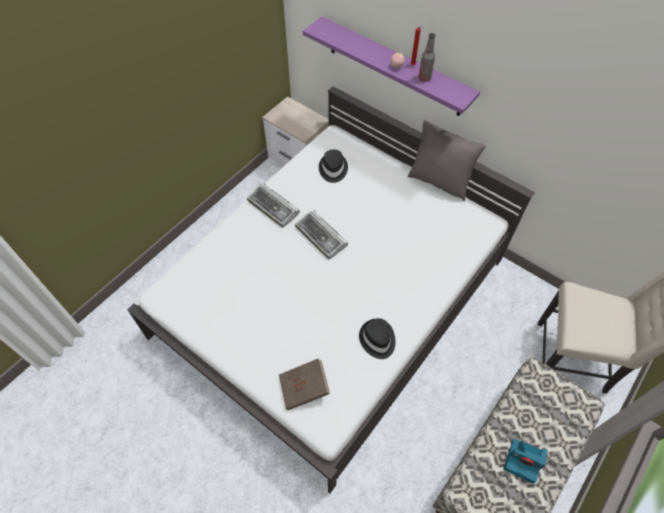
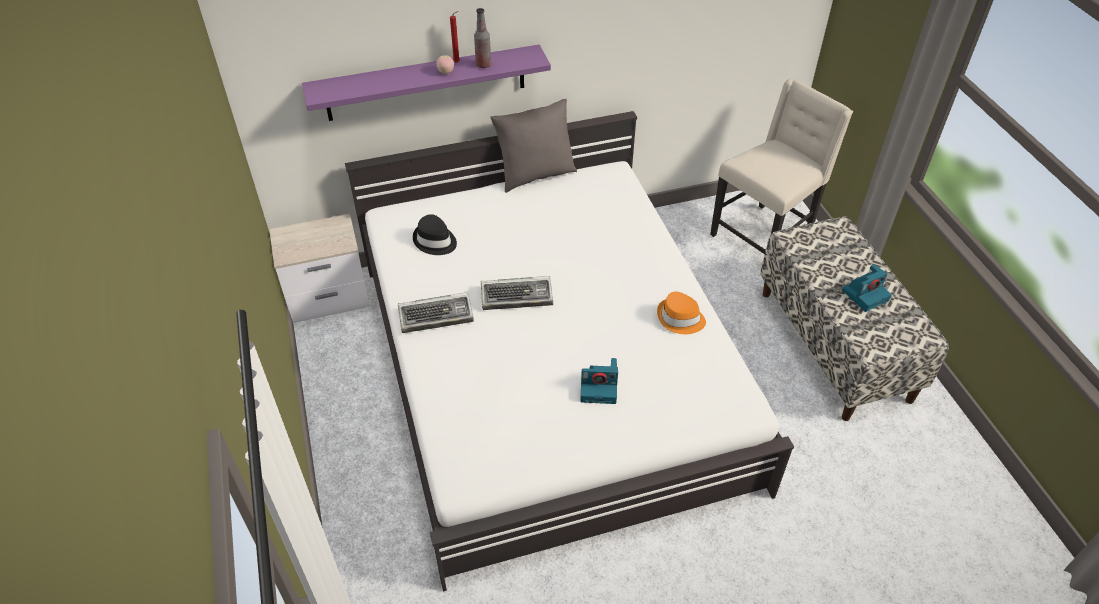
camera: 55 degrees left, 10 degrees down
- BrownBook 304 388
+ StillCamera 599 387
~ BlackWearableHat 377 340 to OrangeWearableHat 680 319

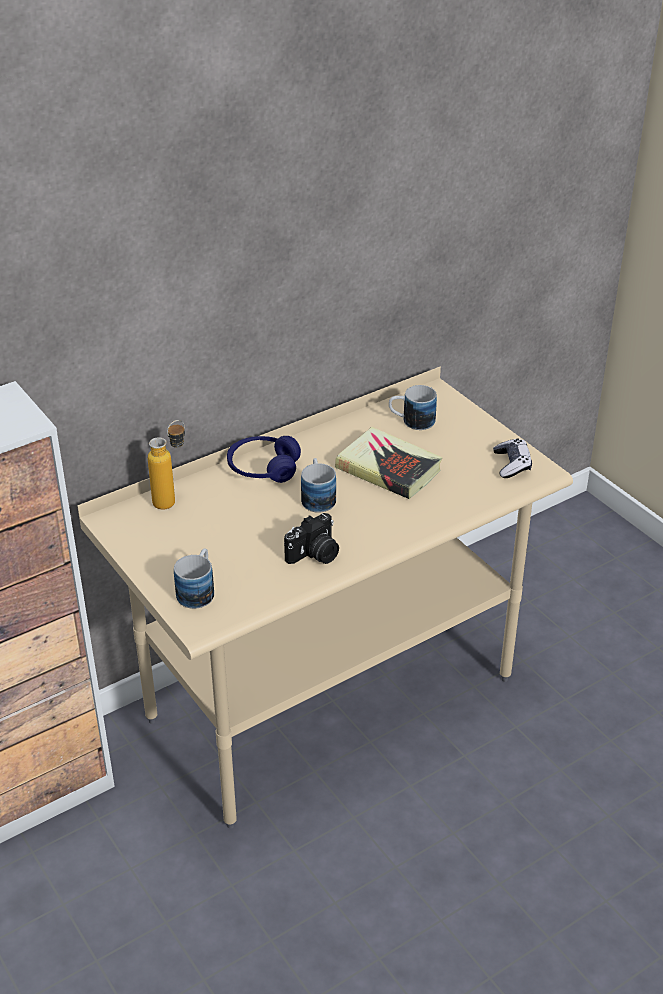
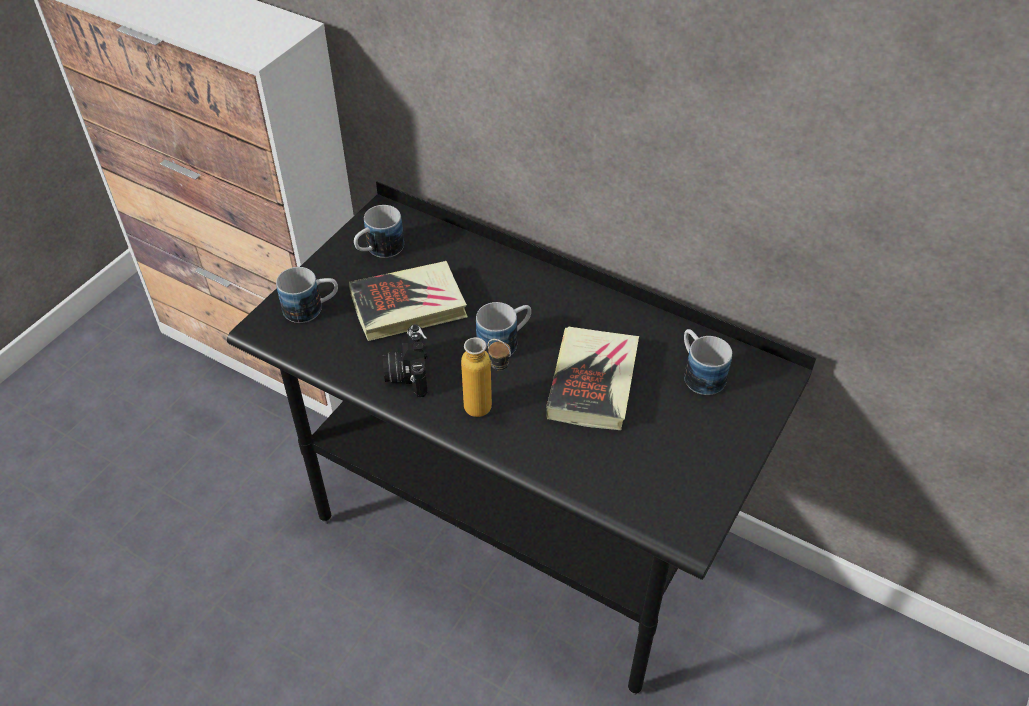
camera: 65 degrees right, 10 degrees up
- BlueColouredHeadphones 263 468
- Gamepad 512 464
+ Book 409 306
+ Mug 379 250
~ DrinkBottle 172 500 to 488 411
~ SandColouredDeskUnit 330 699 to BlackDeskUnit 515 536
~ StillCamera 314 555 = 407 373 60 degrees clockwise

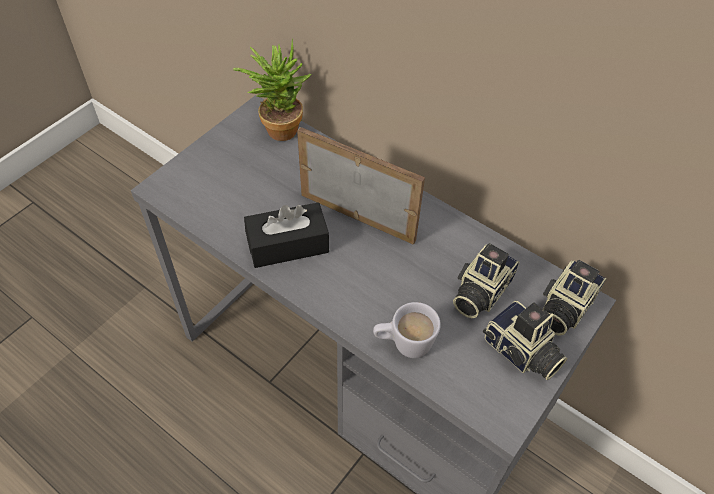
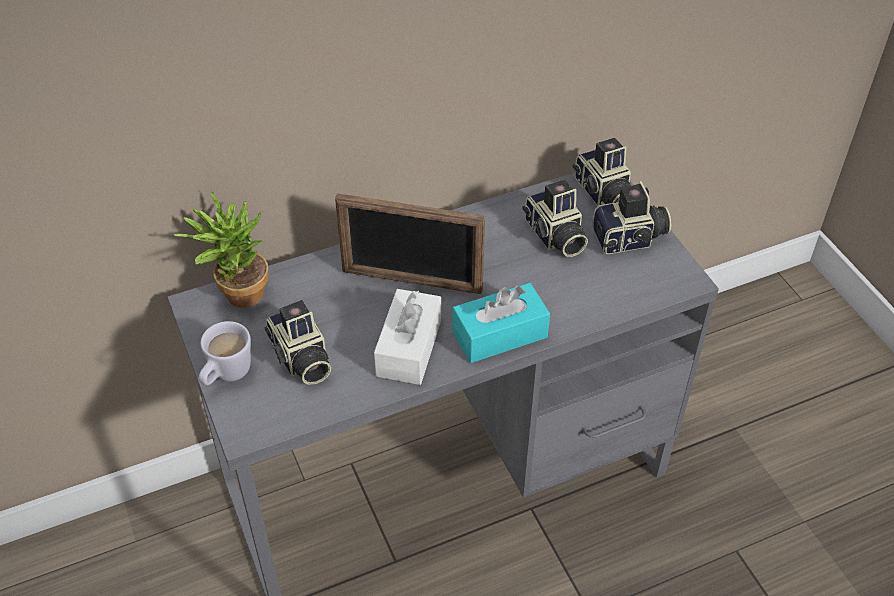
camera: 60 degrees left, 5 degrees down
+ StillCamera 300 359
+ TurquoiseTissueBox 499 334
~ WhitishMug 404 344 to 226 375
~ BlackTissueBox 288 245 to WhitishTissueBox 409 348
~ StandingFrame 357 217 = 411 281 135 degrees counterclockwise

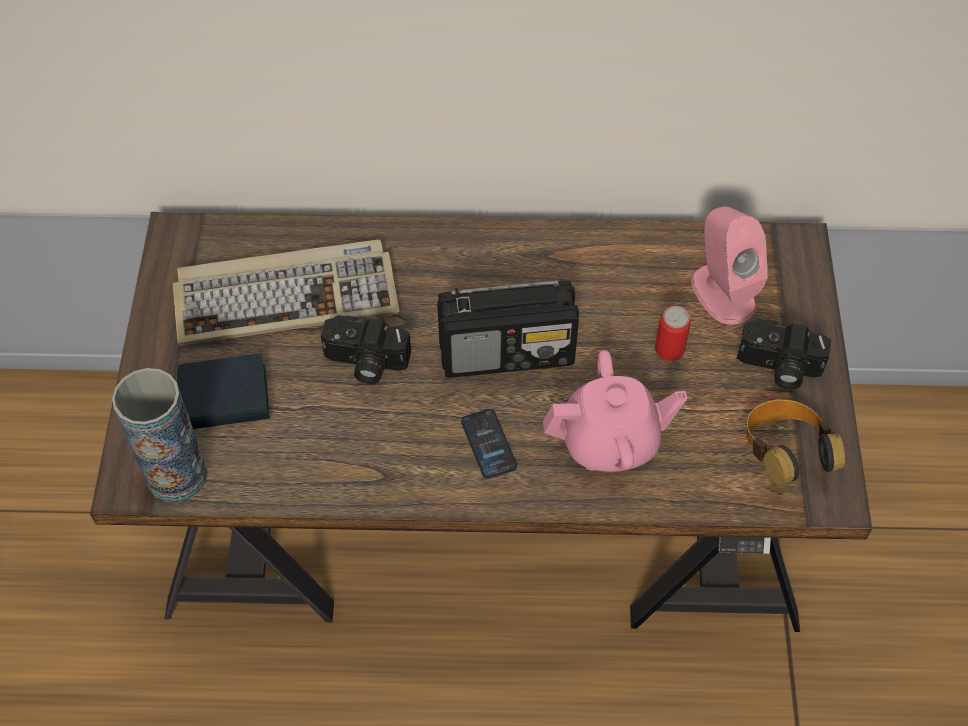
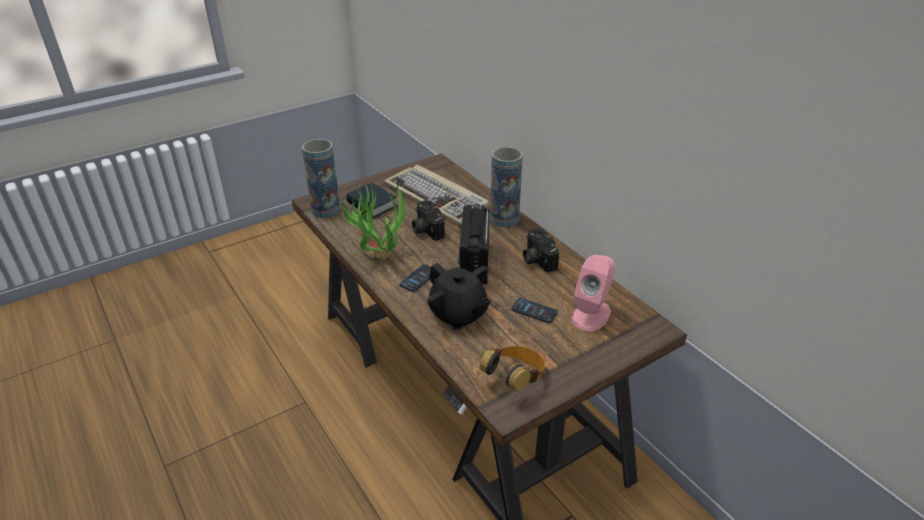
camera: 55 degrees right, 20 degrees down
+ PlantInAPot 378 254
+ FlowerVase 504 219
~ StillCamera 778 367 to 536 259
~ SealedCan 669 349 to Phone 534 311
~ PinkPotForTea 610 441 to BlackPotForTea 458 314
~ Radio 508 353 = 474 263 45 degrees clockwise

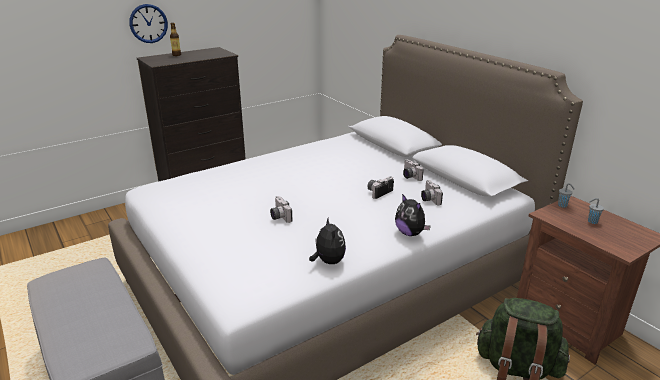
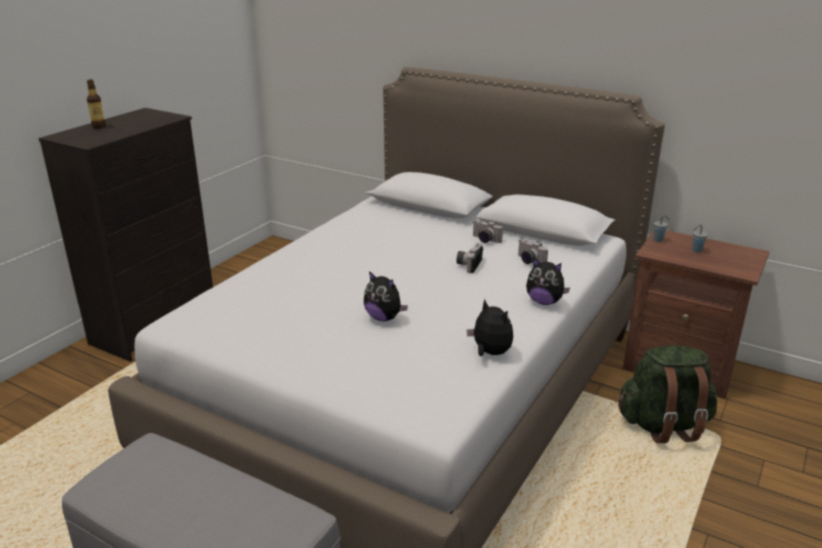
camera: 25 degrees left, 0 degrees up
- ClockOnTheWall 148 23
~ StillCamera 279 216 to PlushToy 384 318

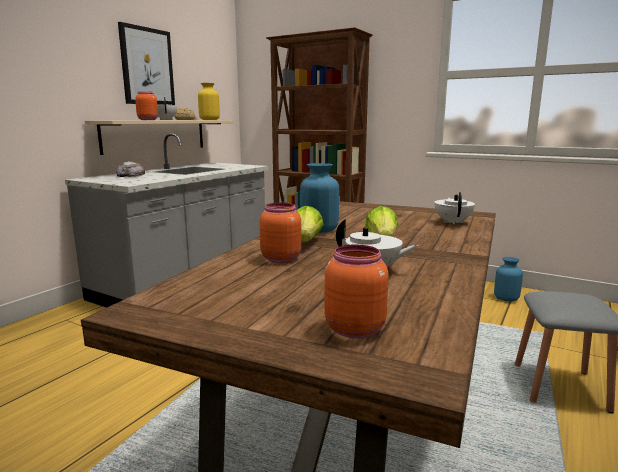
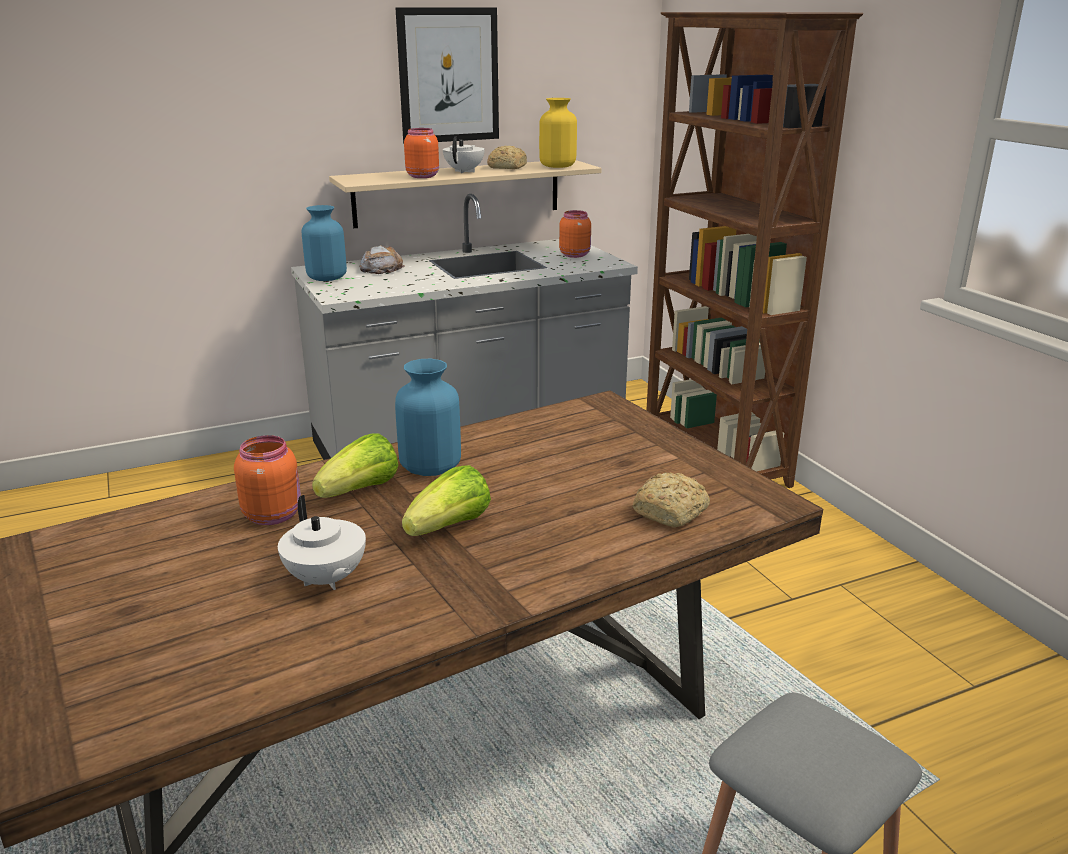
camera: 35 degrees right, 10 degrees up
~ OrangeStorageJar 354 328 to 575 255
~ BlueColouredFlowerVase 506 298 to 327 278
~ WhitishPotForTea 453 222 to BakeryBread 672 511

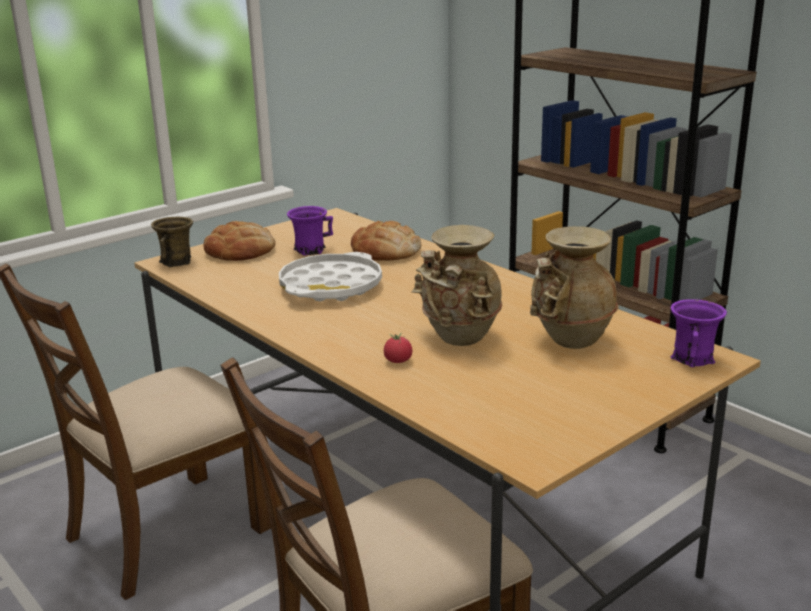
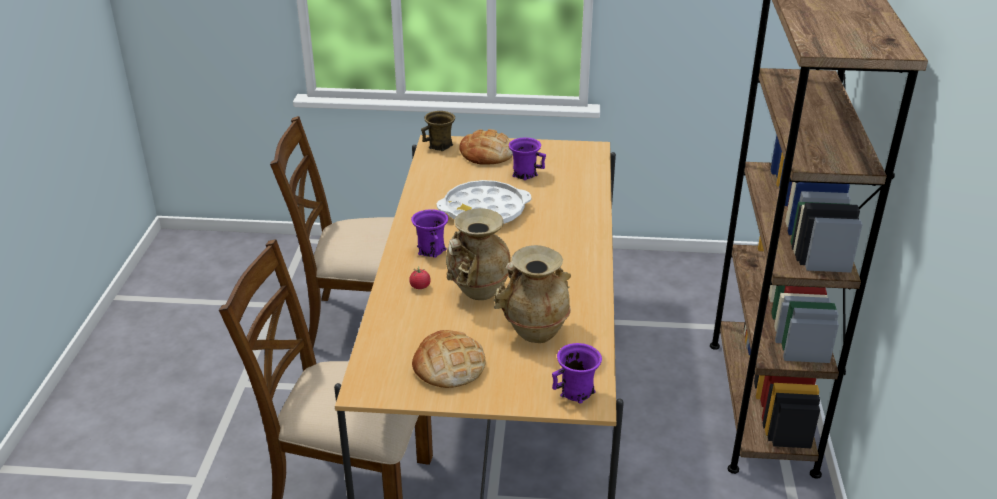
camera: 45 degrees right, 10 degrees up
+ PurpleColouredMug 431 250
~ BakeryBread 386 251 to 448 366

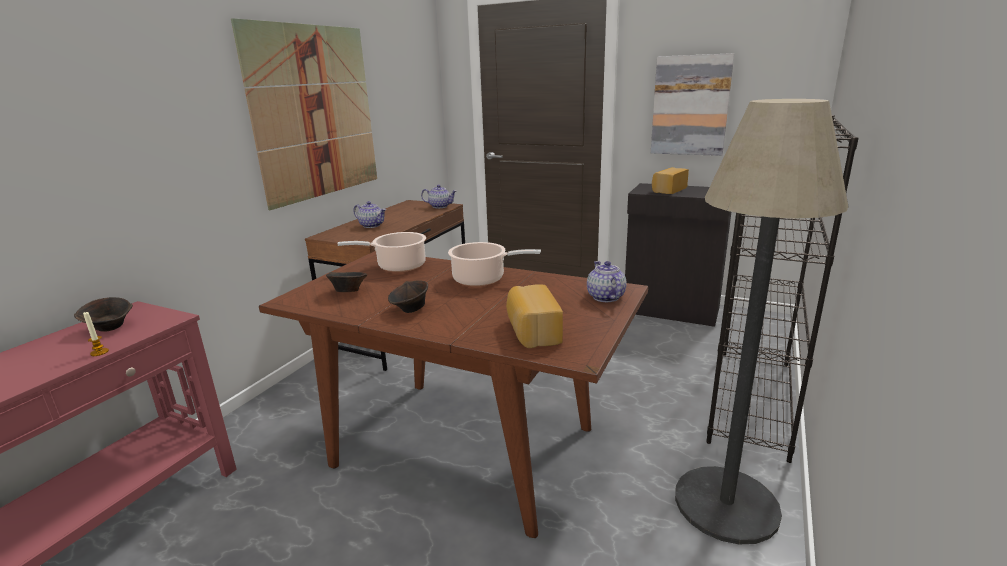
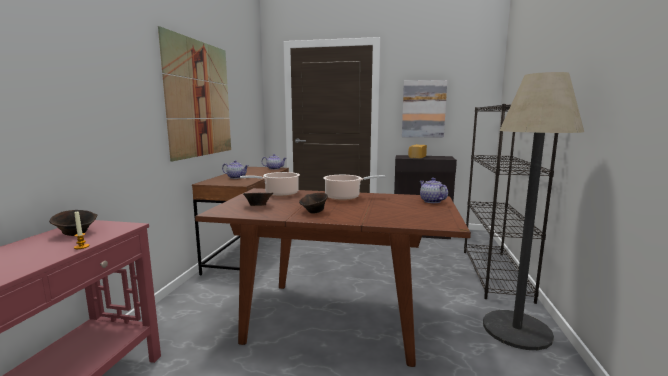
camera: 15 degrees left, 10 degrees down
- BakeryBread 532 331

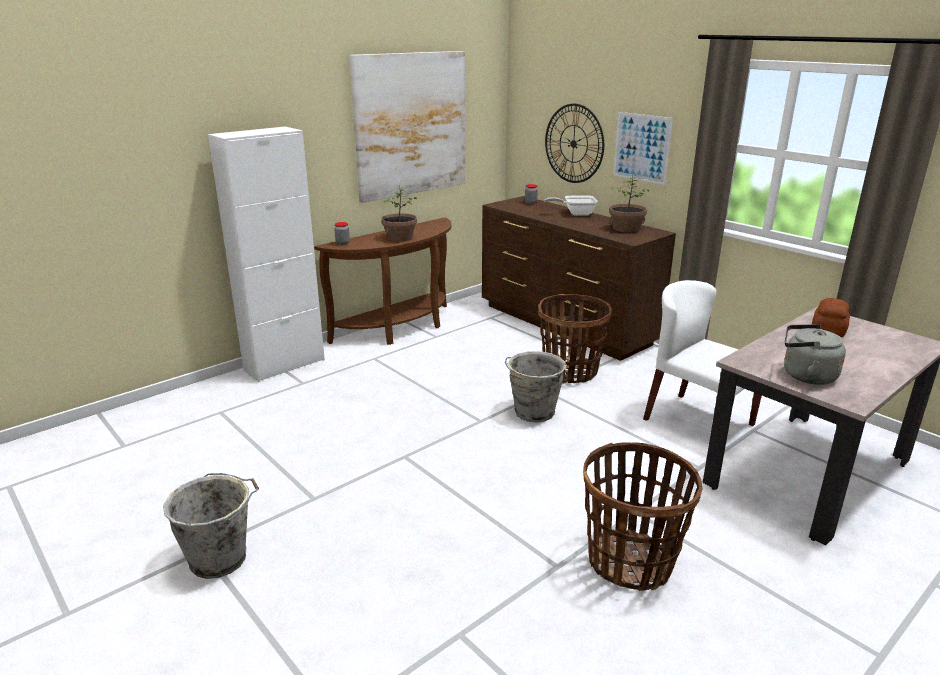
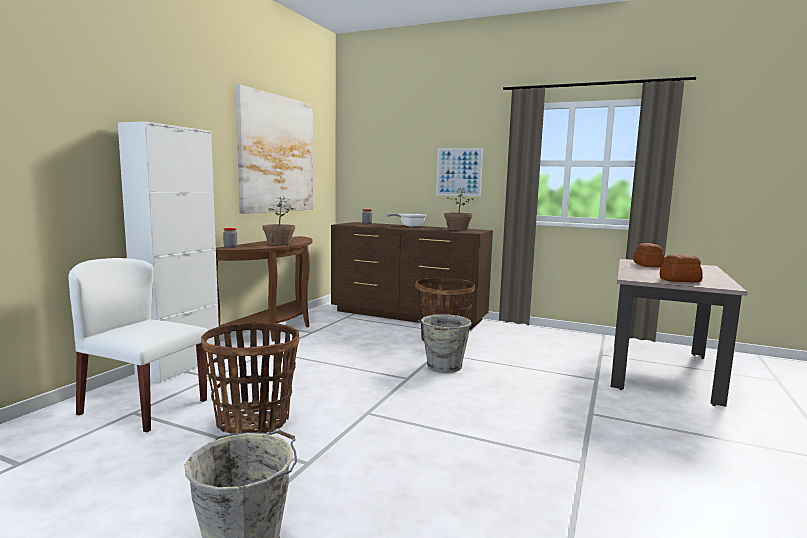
camera: 25 degrees left, 15 degrees down
- ClockOnTheWall 573 143
~ StorageBasket 630 562 to 253 421
~ WhitishPlainChair 697 421 to 143 407
~ GreyishTeaKettle 805 376 to BakeryBread 679 280

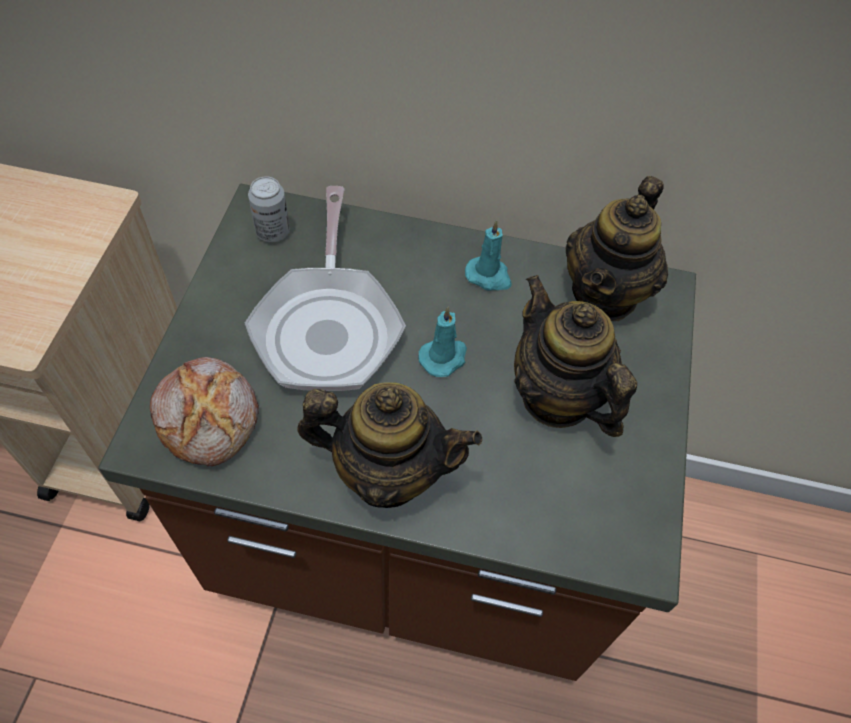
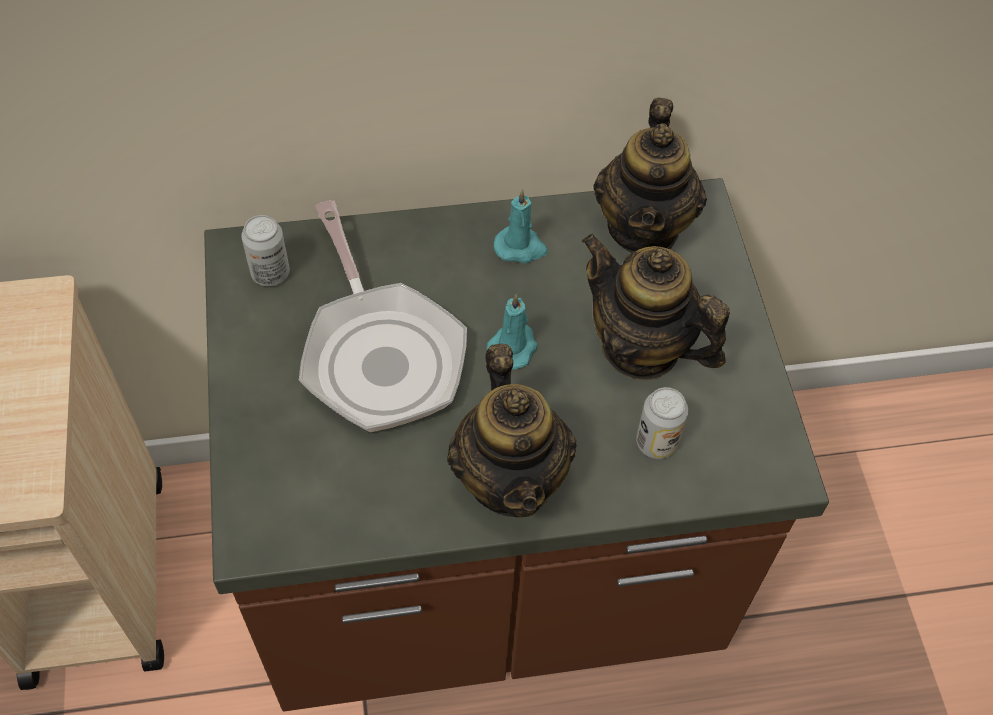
camera: 20 degrees left, 0 degrees up
- BakeryBread 210 416
+ SealedCan 656 442
~ PotForTea 387 471 = 511 479 90 degrees clockwise

